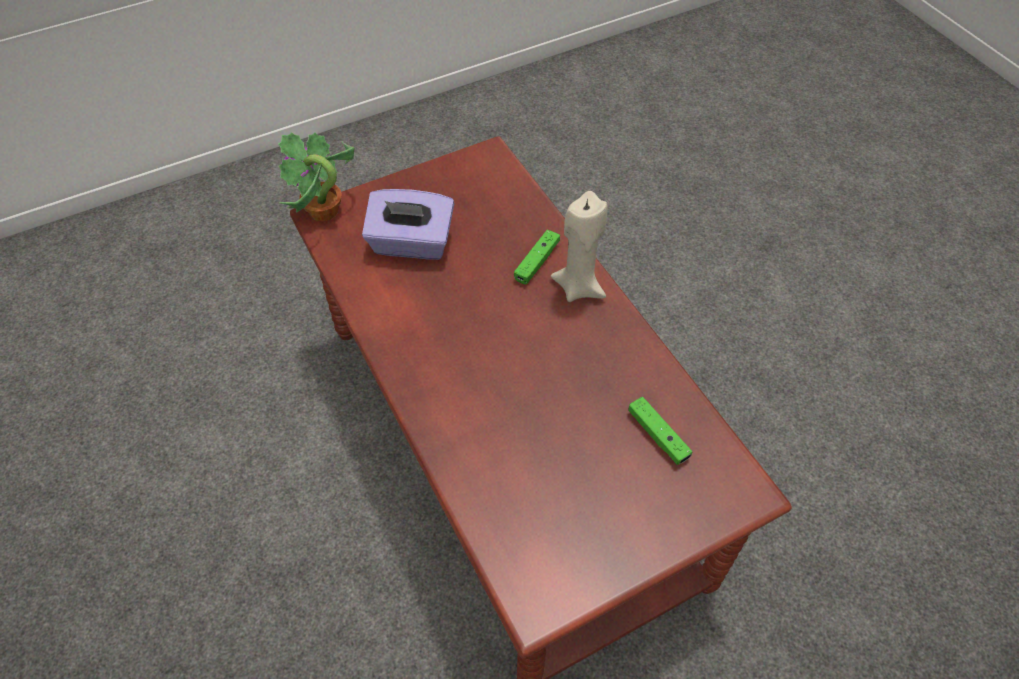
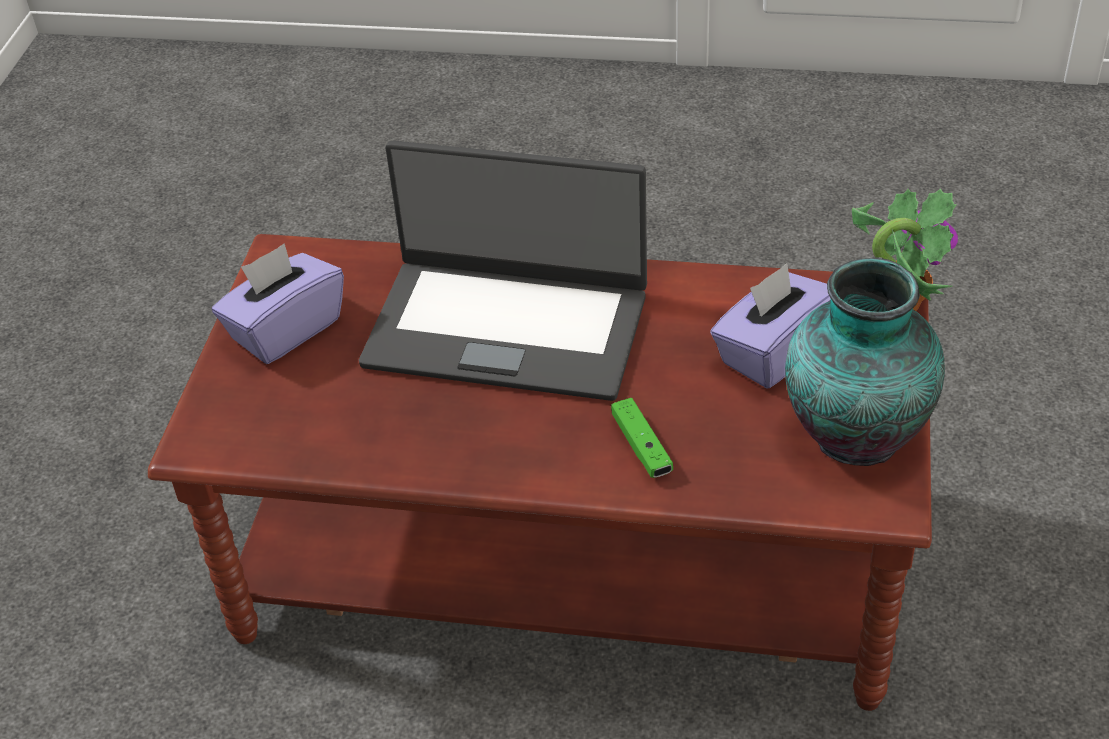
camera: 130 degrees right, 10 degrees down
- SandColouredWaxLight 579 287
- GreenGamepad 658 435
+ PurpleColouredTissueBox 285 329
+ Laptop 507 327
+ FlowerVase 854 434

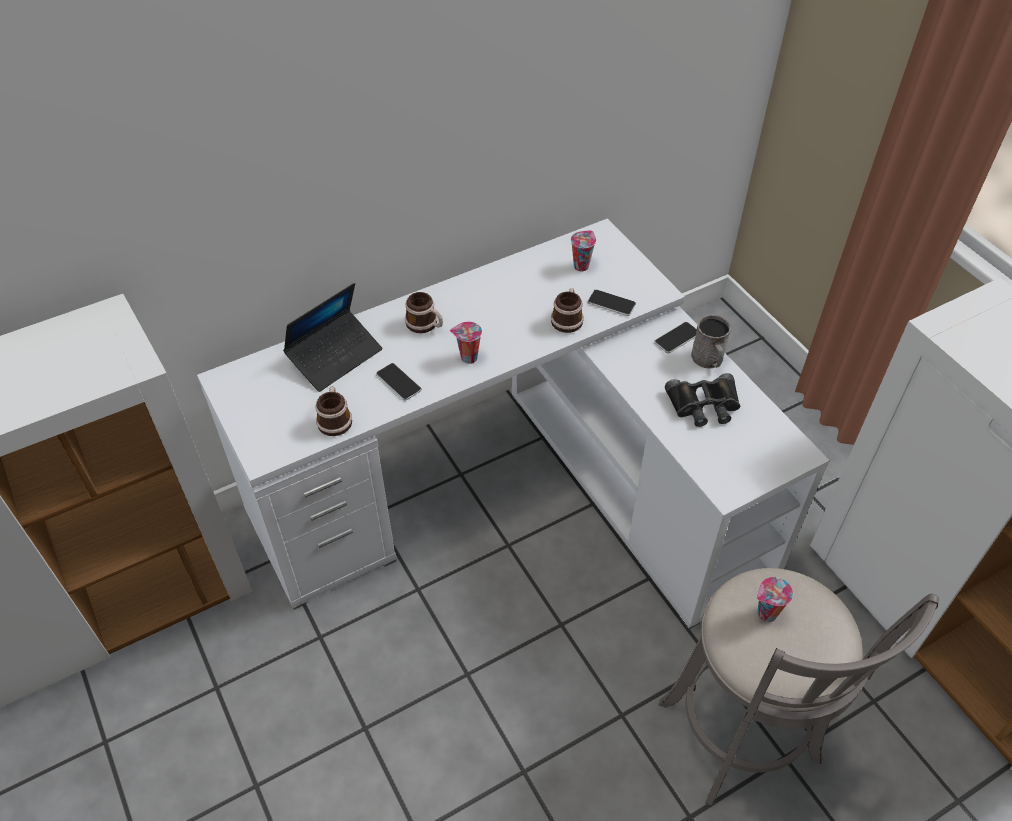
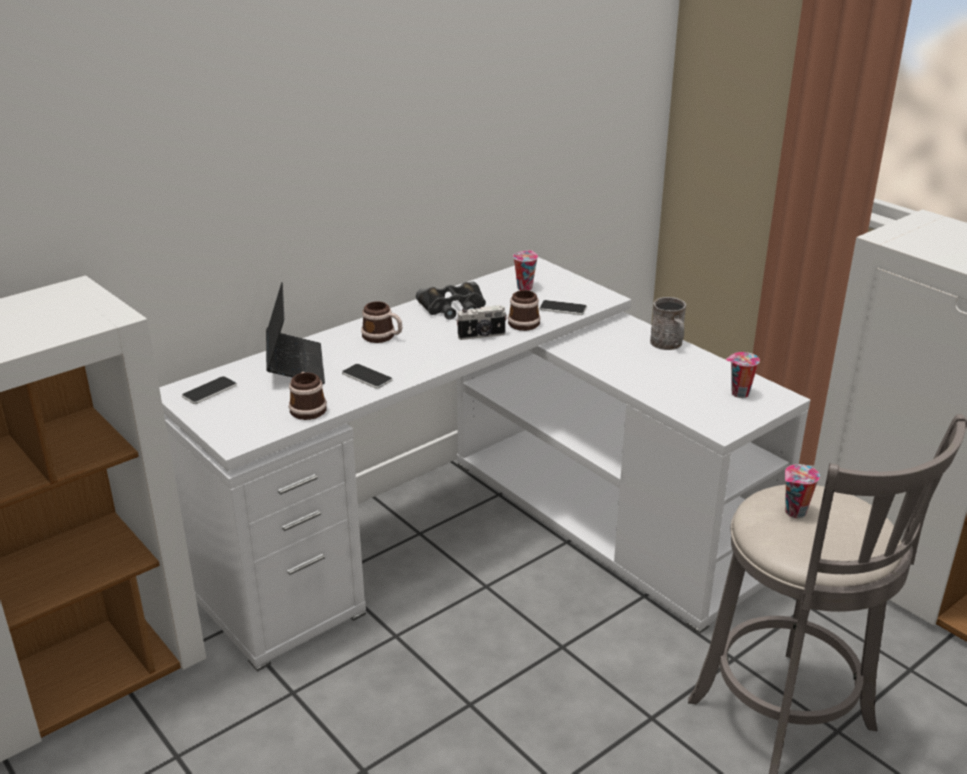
camera: 10 degrees left, 20 degrees down
+ StillCamera 482 336
~ DrinkingCup 467 358 to 739 394
~ Phone 677 338 to 209 391
~ BlackBinoculars 704 405 to 453 307
~ Laptop 335 356 = 295 365 45 degrees counterclockwise

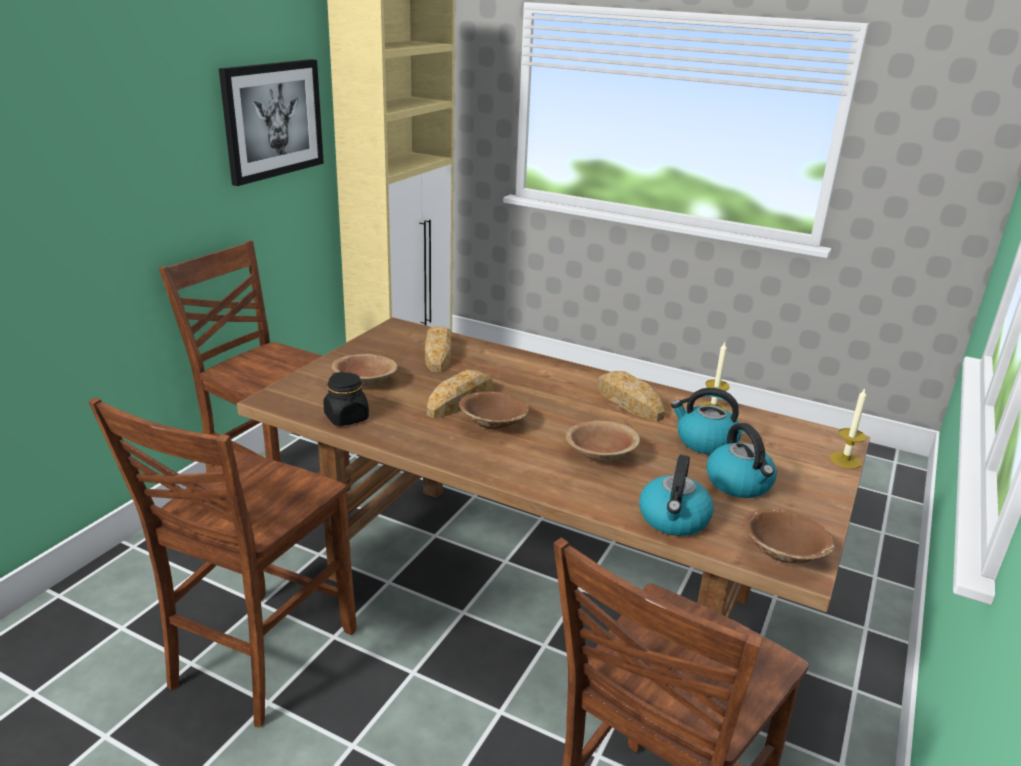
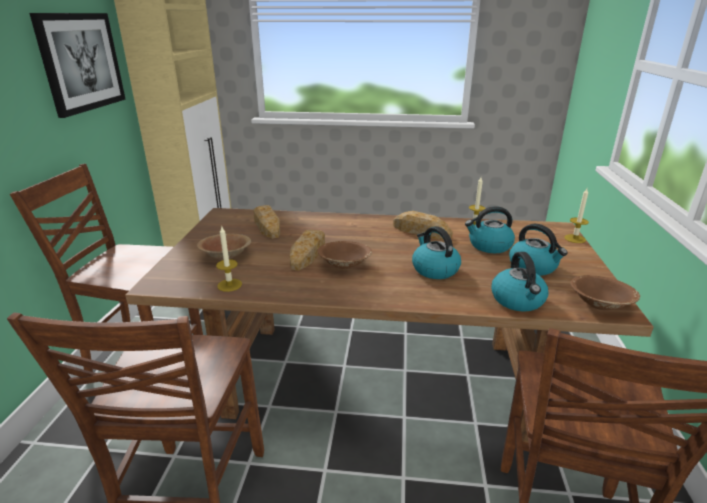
camera: 20 degrees left, 0 degrees up
~ BlackStorageJar 346 418 to WaxLight 229 285
~ BrownBowl 600 455 to TeaKettle 434 269

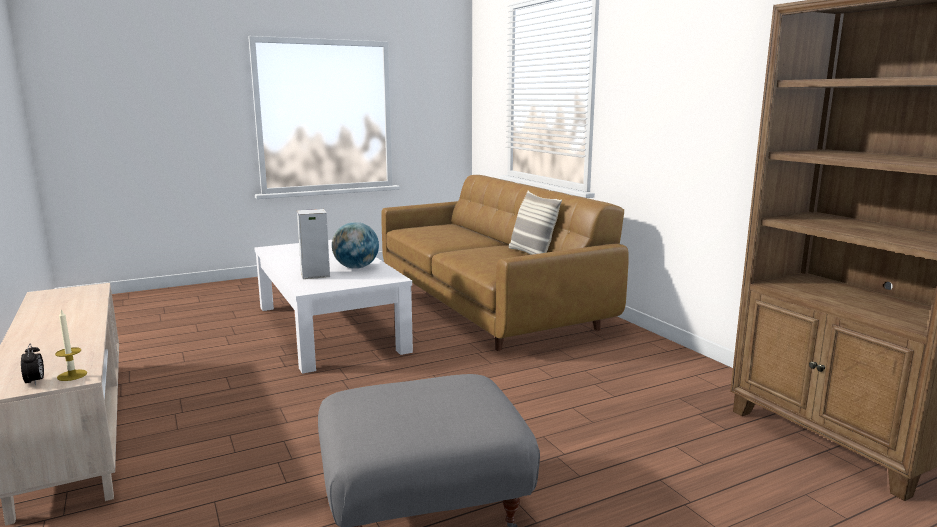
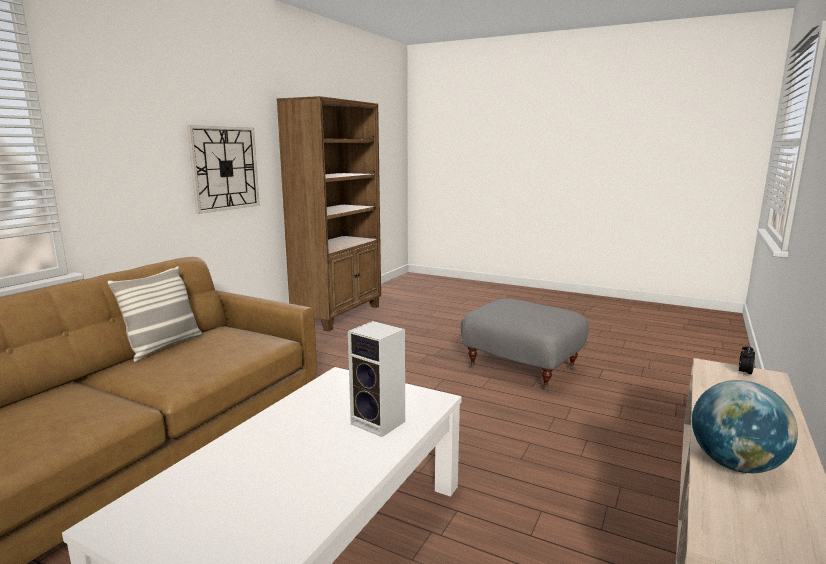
camera: 125 degrees left, 0 degrees up
- WaxLight 72 375
+ ClockOnTheWall 225 168
~ Globe 356 267 to 735 465

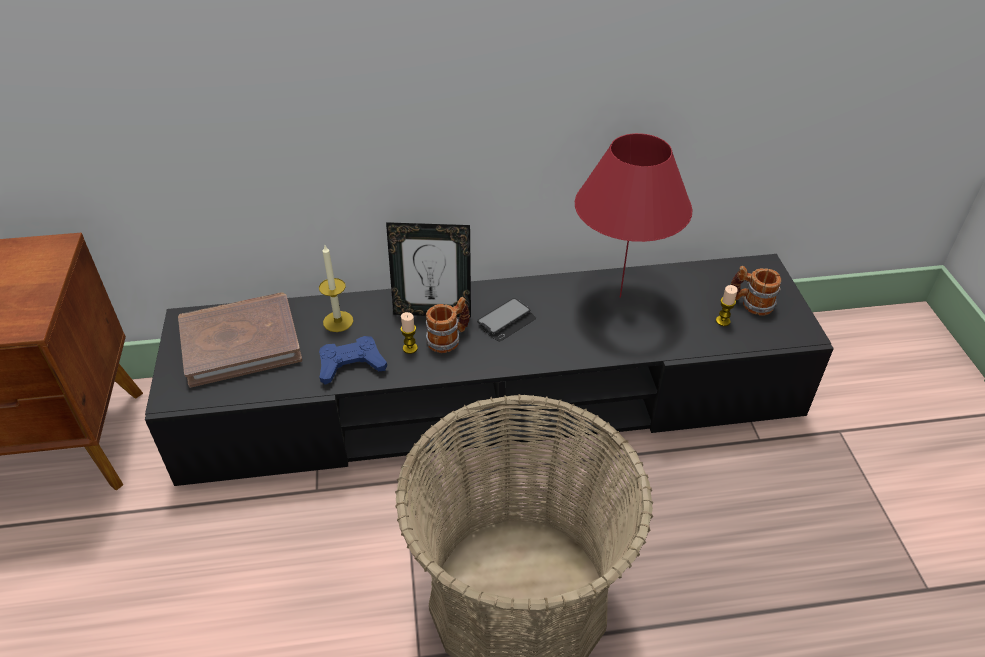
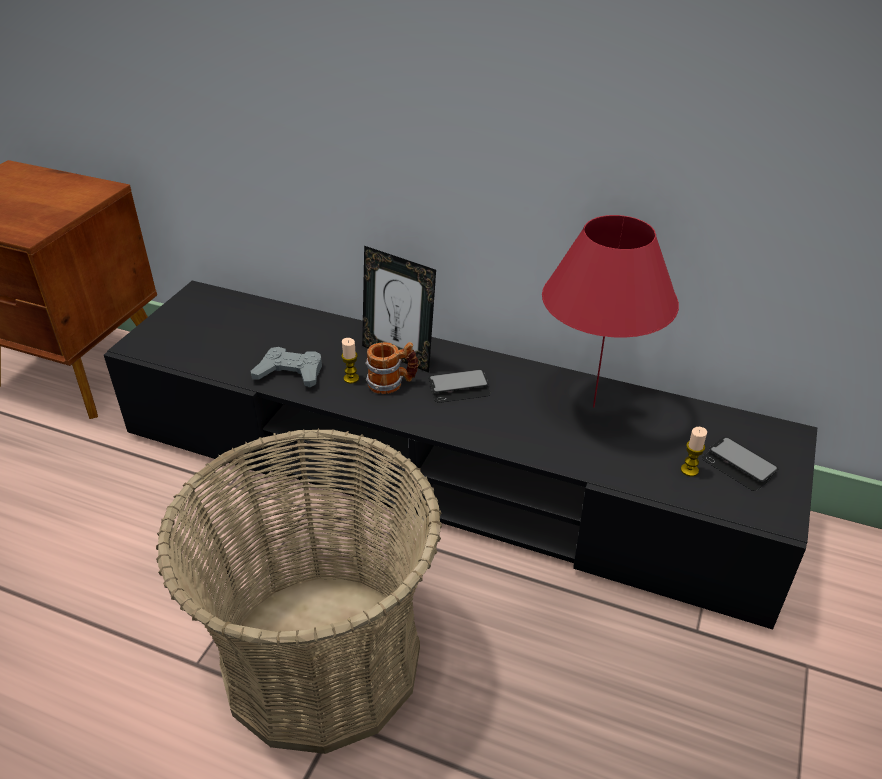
camera: 30 degrees right, 5 degrees down
- BrownBook 241 342
- WaxLight 338 321
~ Mug 750 303 to Phone 738 465
~ BlueColouredGamepad 351 364 to GreyishGamepad 290 373

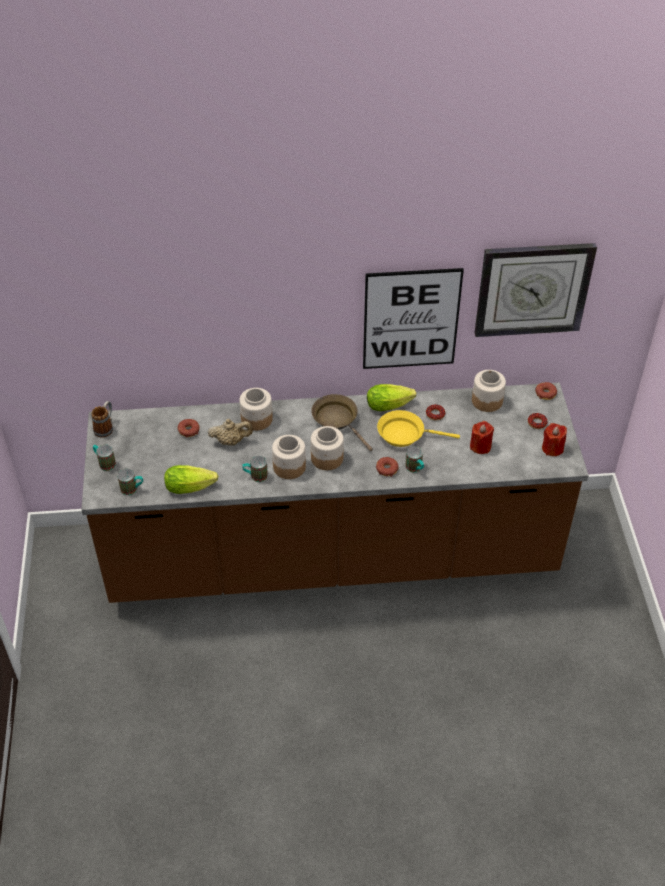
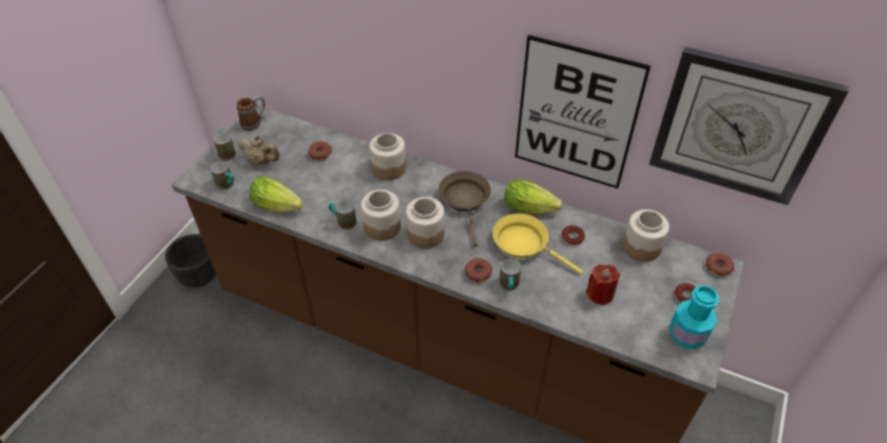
camera: 30 degrees right, 0 degrees up
+ BlackPlantPot 200 277
~ SandColouredPotForTea 231 441 to 262 161
~ ReddishWaxLight 552 448 to TurquoiseDrinkBottle 687 334

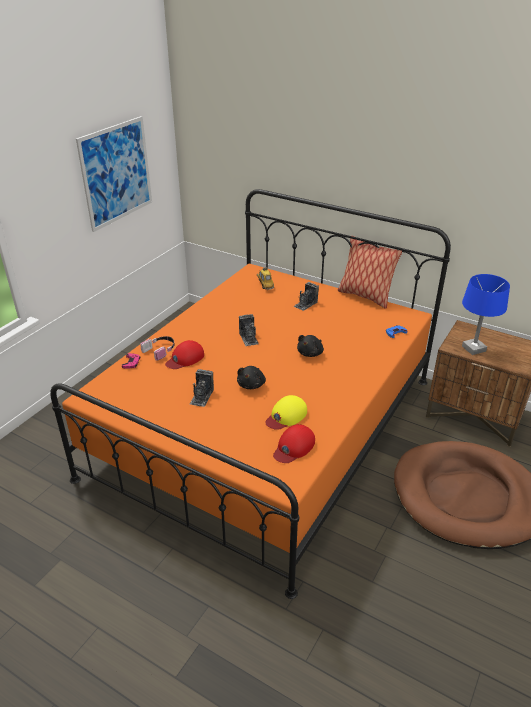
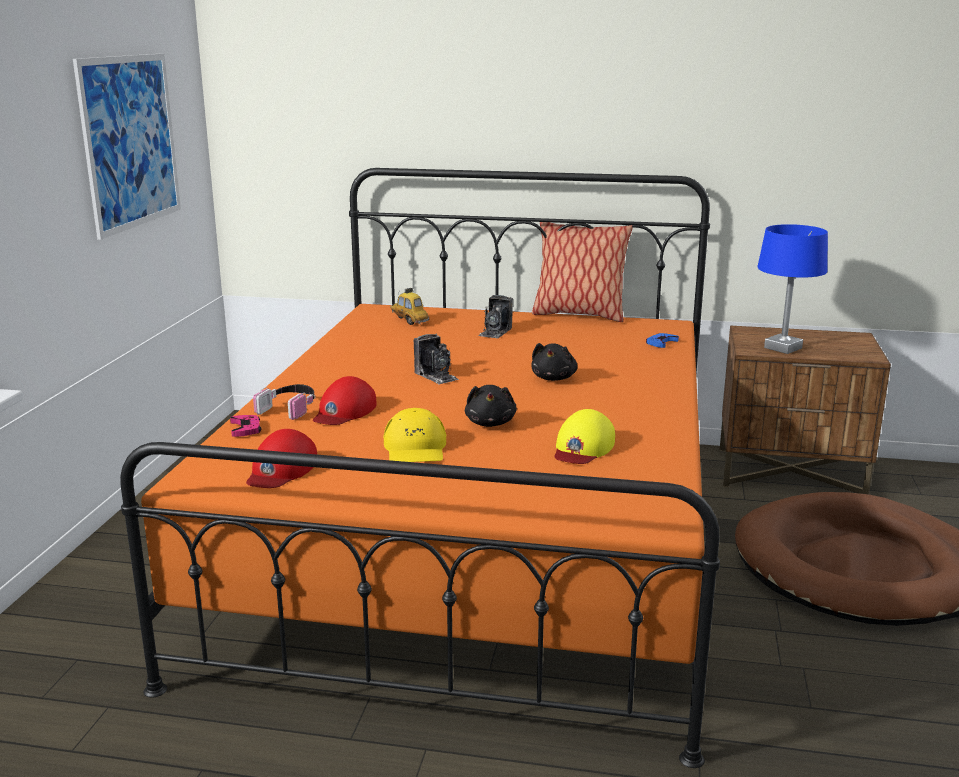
camera: 20 degrees left, 15 degrees down
~ ReddishBaseballCap 294 447 to 281 469
~ StillCamera 202 396 to YellowBaseballCap 415 448

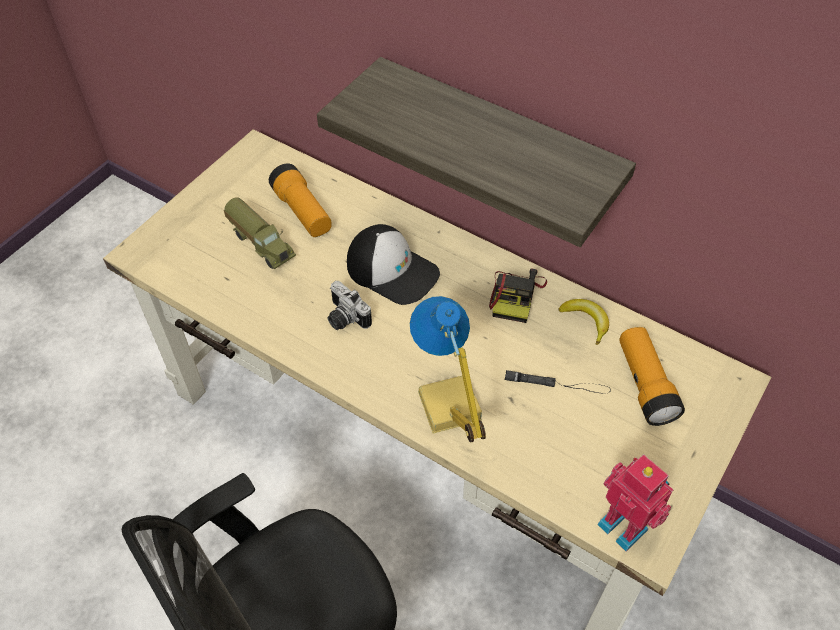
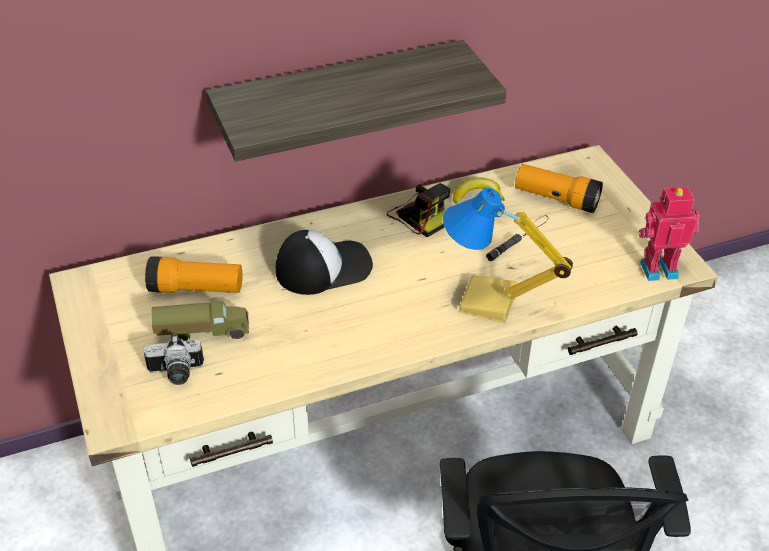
camera: 55 degrees left, 10 degrees down
~ StillCamera 344 318 to 176 374

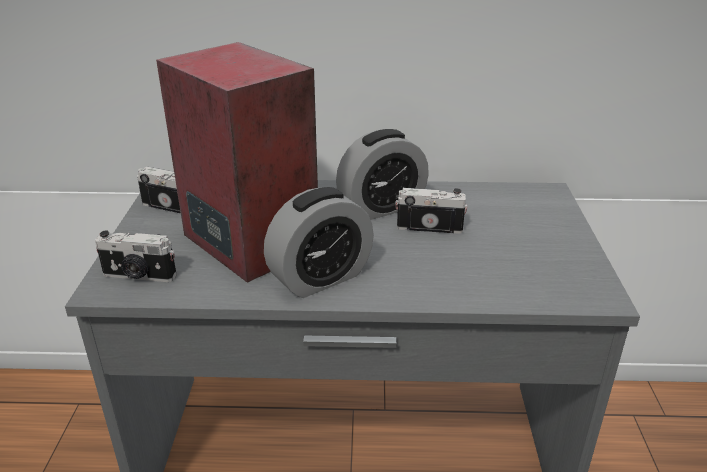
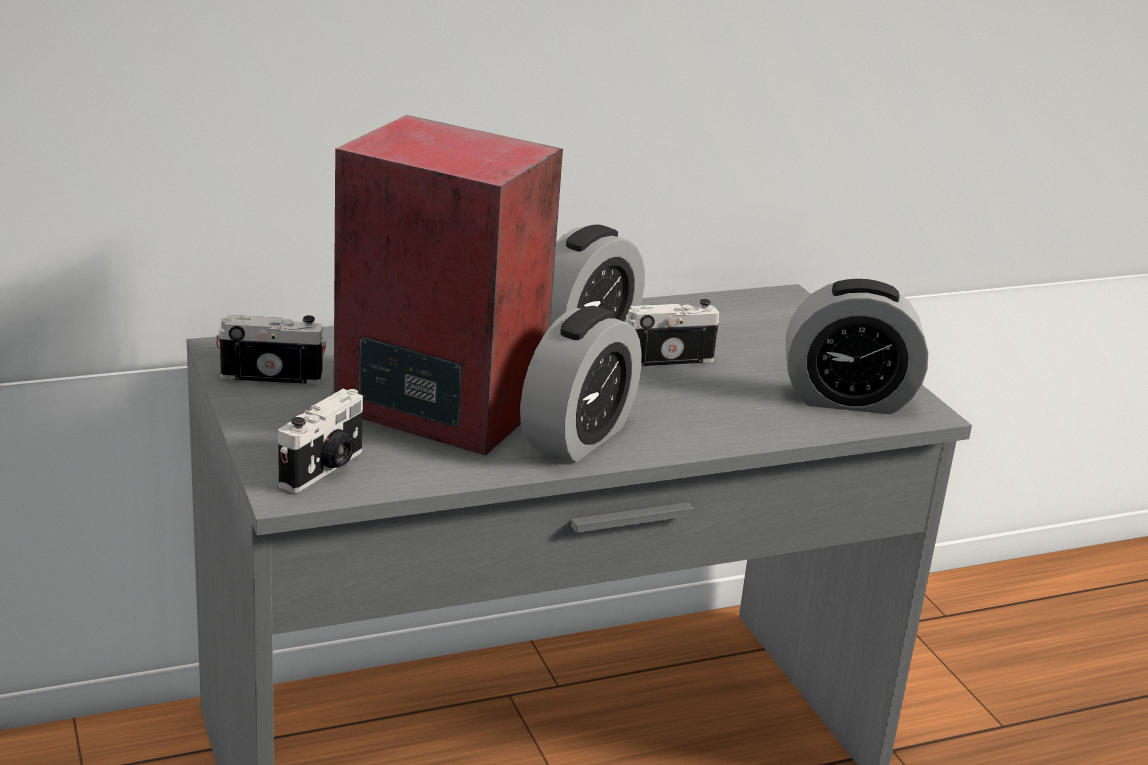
camera: 25 degrees left, 5 degrees down
+ AlarmClock 847 399
~ StillCamera 139 276 = 324 469 45 degrees counterclockwise

